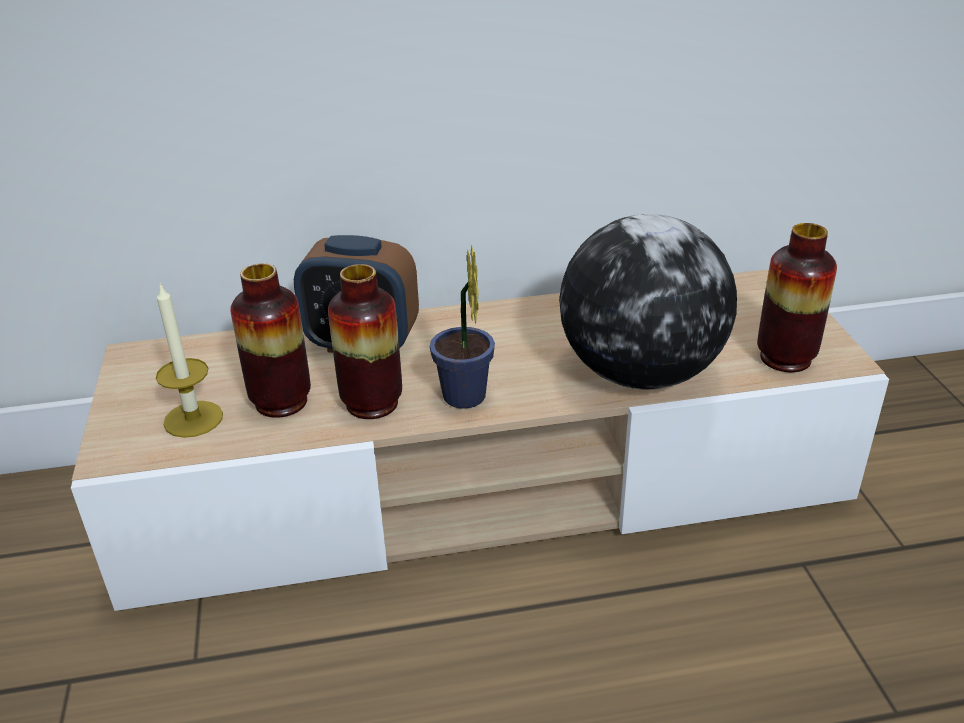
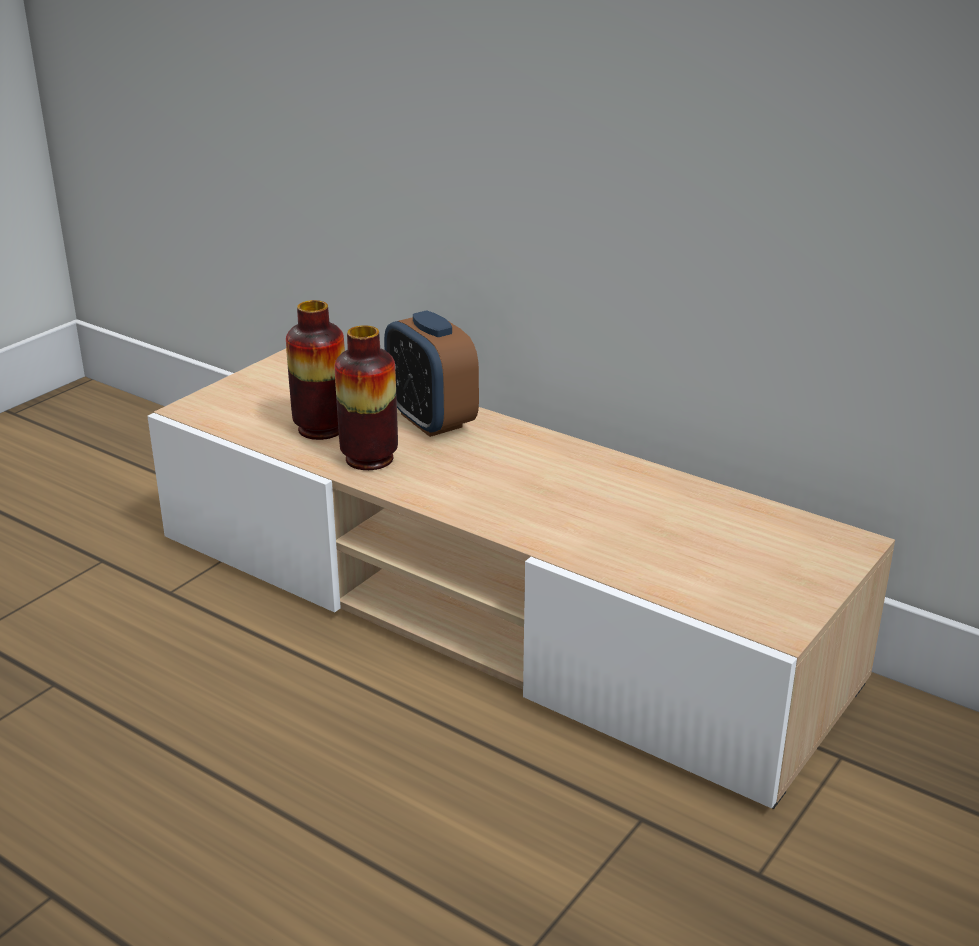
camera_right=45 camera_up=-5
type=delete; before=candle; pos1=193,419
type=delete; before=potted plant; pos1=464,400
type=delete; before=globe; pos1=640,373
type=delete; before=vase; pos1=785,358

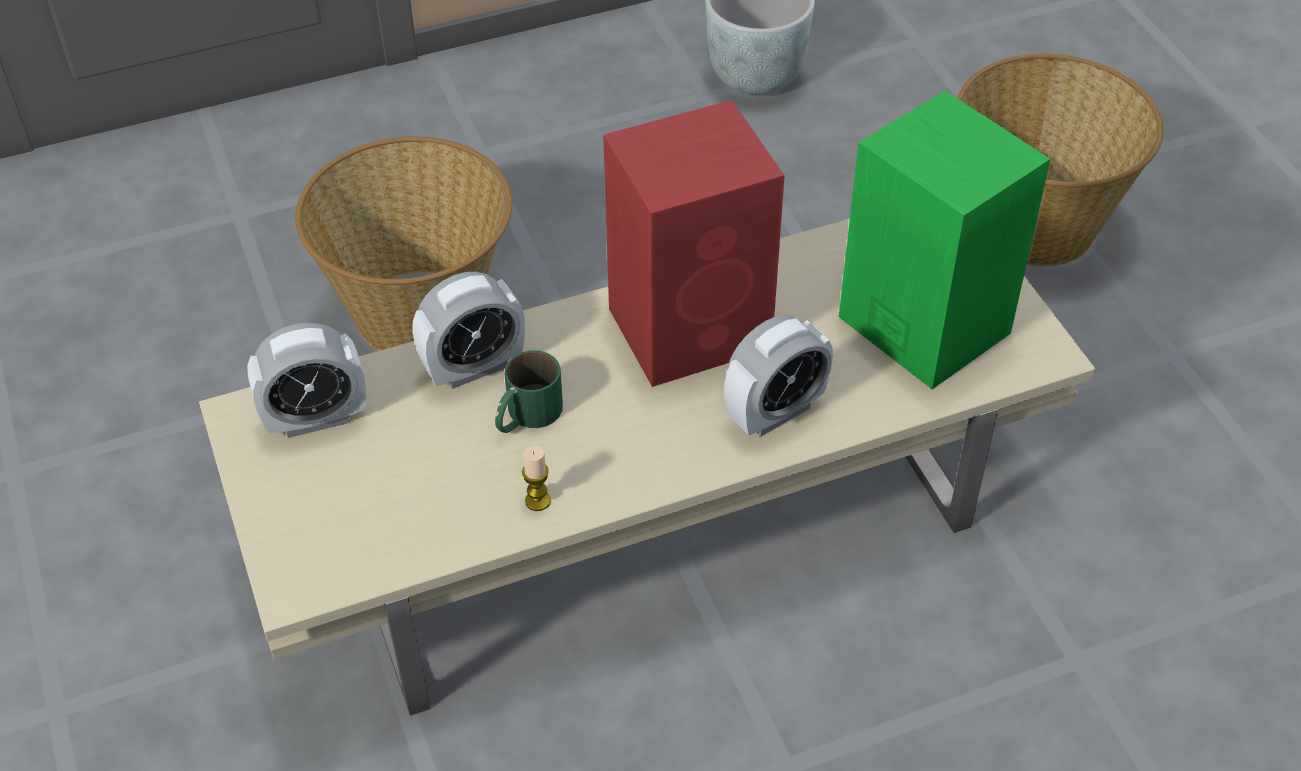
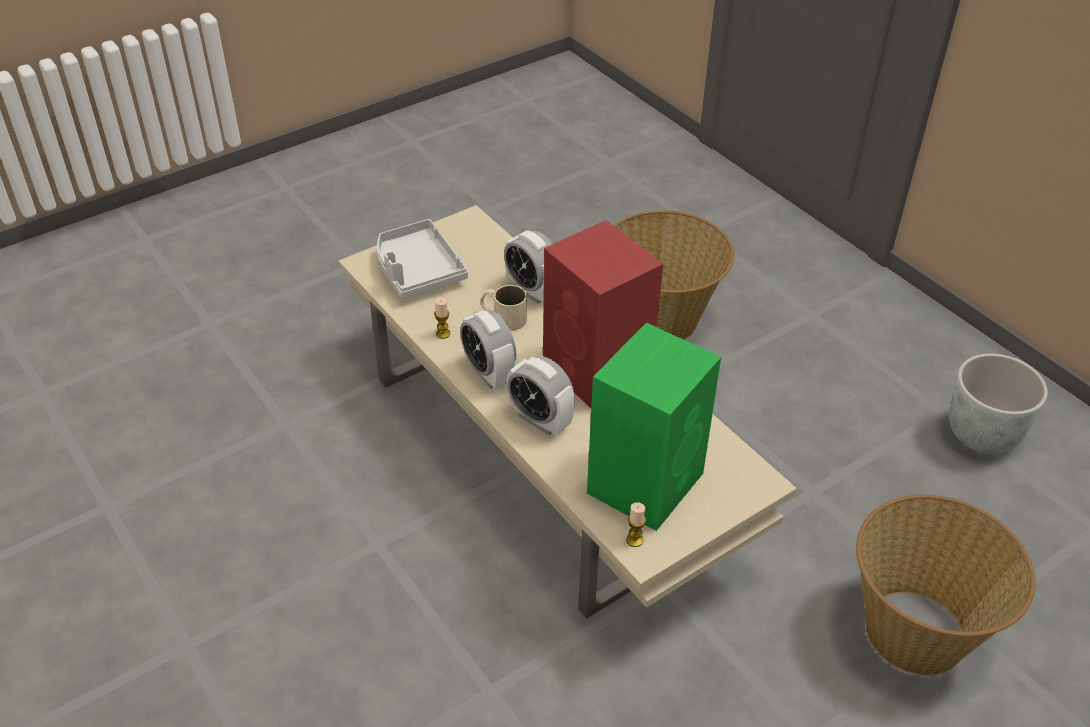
camera_right=75 camera_up=-5
type=insert; after=tray in grey; pos2=417,270
type=insert; after=candle; pos2=634,540
type=move; before=alarm clock; pos1=316,418; pos2=489,373
type=recolor; before=mug in green; after=mug in beige; pos1=526,416; pos2=503,317

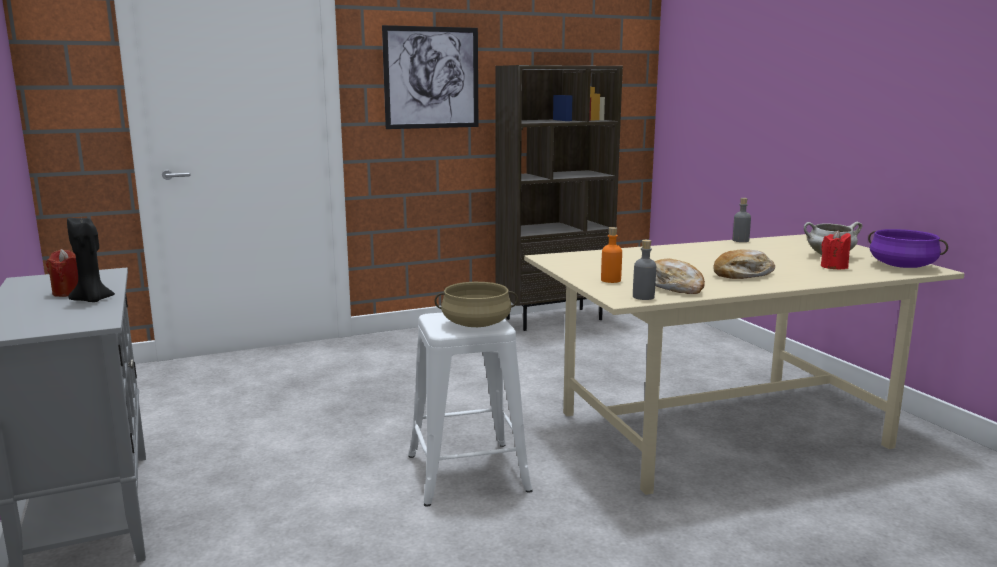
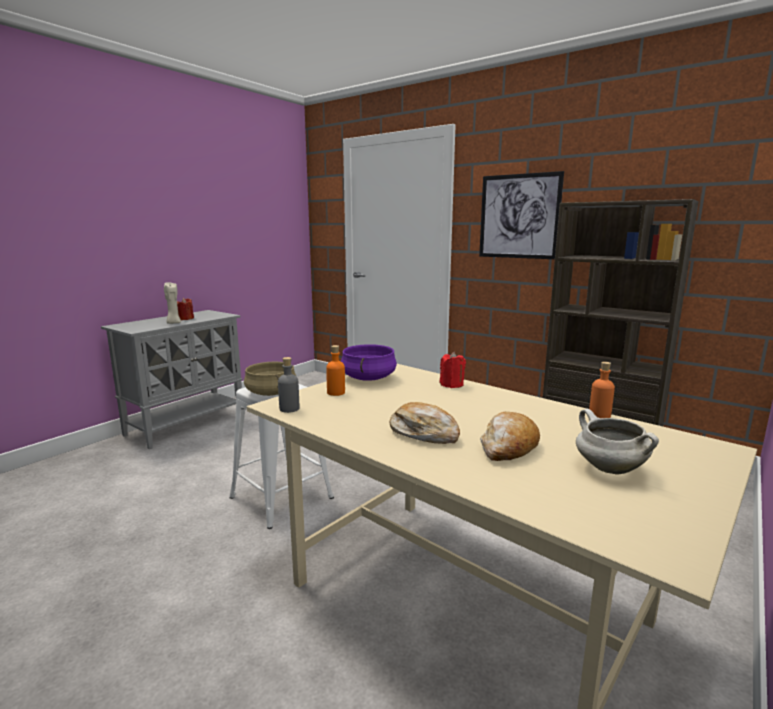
camera_right=60 camera_up=0
type=move; before=bread; pos1=674,287; pos2=508,447
type=move; before=candle in red; pos1=834,267; pos2=452,384
type=move; before=cooking pot in purple; pos1=902,266; pos2=369,378
type=recolor; before=candle in black; after=candle in beige; pos1=92,300; pos2=173,323
type=recolor; before=bottle in grey; after=bottle in orange; pos1=740,240; pos2=599,415

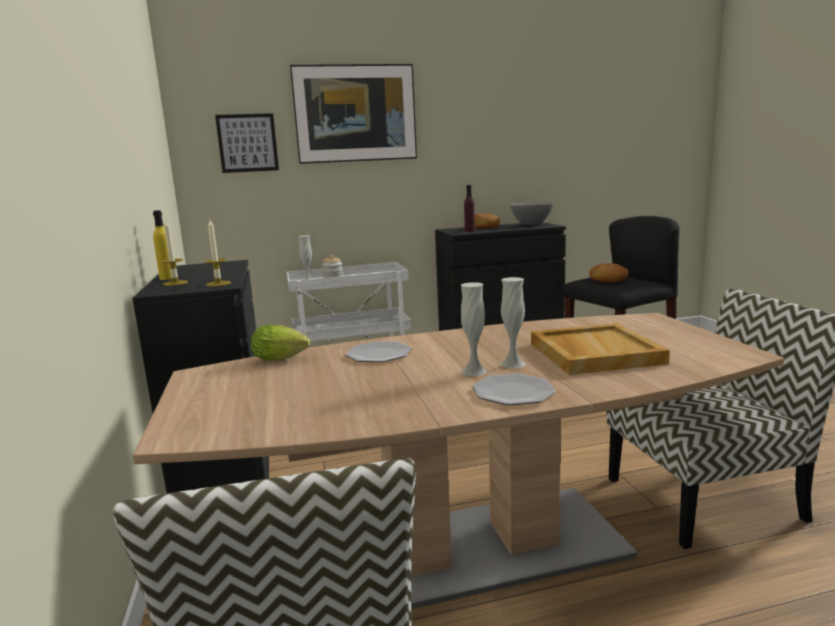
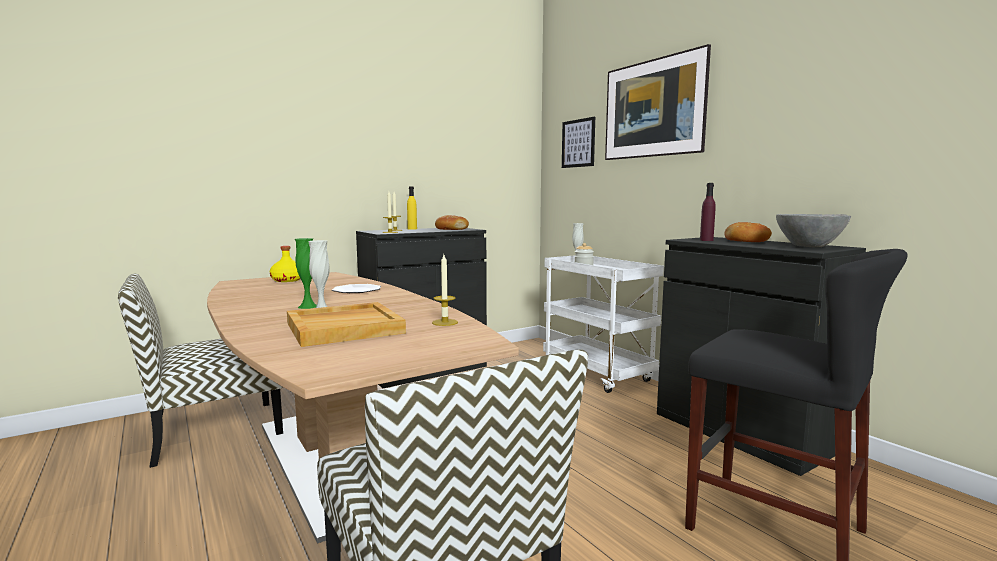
camera_right=70 camera_up=-5
type=delete; before=lettuce; pos1=283,359
type=delete; before=plate; pos1=513,392
type=insert; after=bottle in yellow; pos2=287,280
type=insert; after=candle; pos2=445,322
type=move; before=bread; pos1=608,279; pos2=451,229
type=recolor; before=vase in white; after=vase in green; pos1=474,371; pos2=308,306

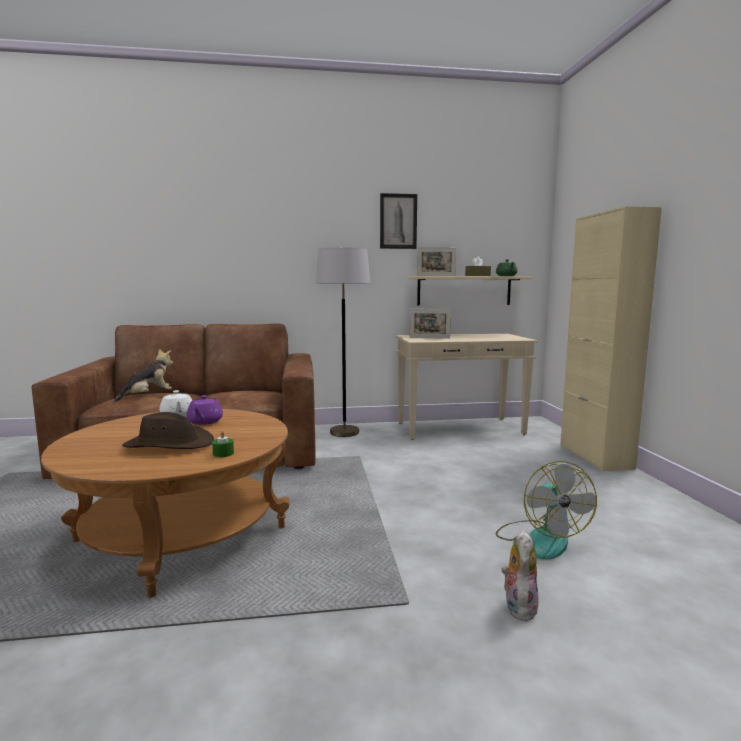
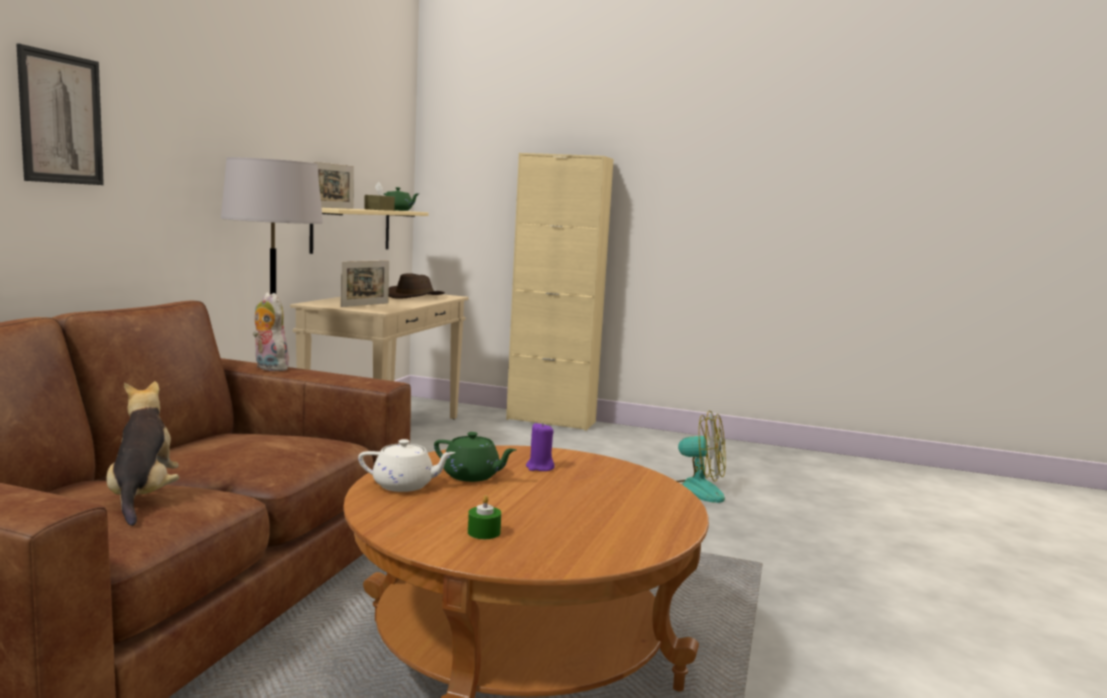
camera_right=-65 camera_up=0
type=insert; after=candle in purple; pos2=539,467
type=move; before=hat in brown; pos1=169,444; pos2=415,296
type=move; before=candle in green; pos1=223,453; pos2=484,532
type=move; before=picture; pos1=398,221; pos2=61,118
type=move; before=plush toy; pos1=518,606; pos2=268,368
type=recolor; before=teapot in purple; after=teapot in green; pos1=204,422; pos2=472,476

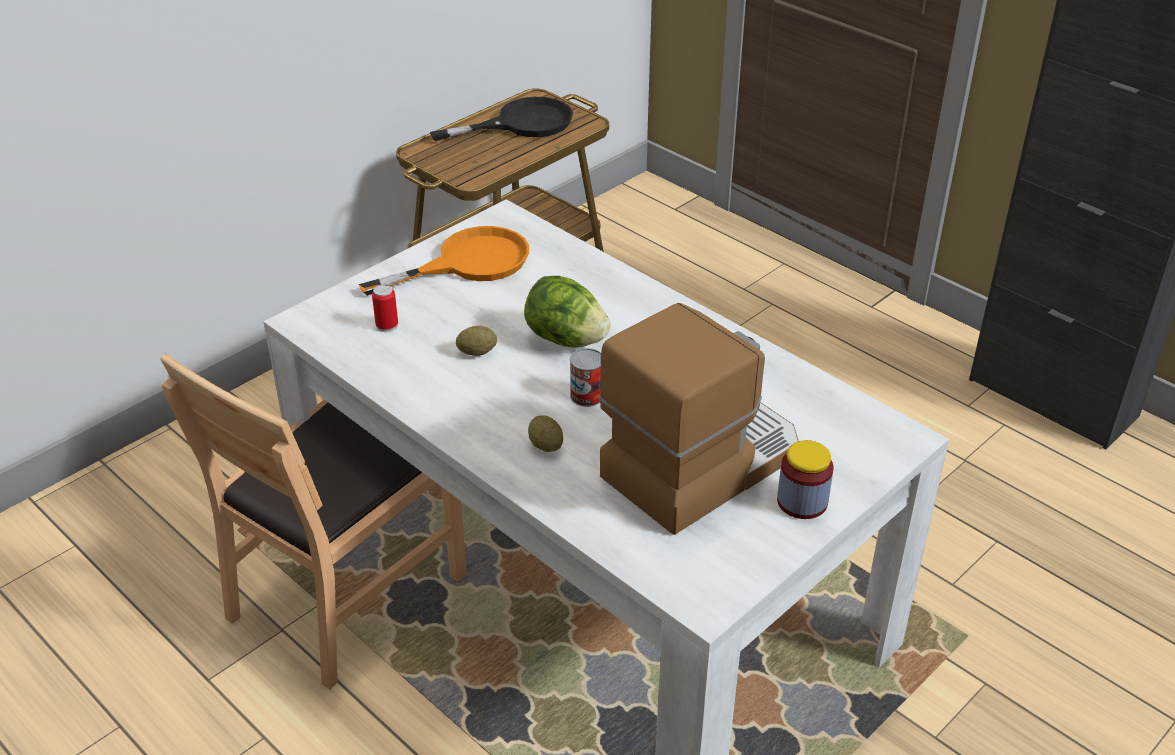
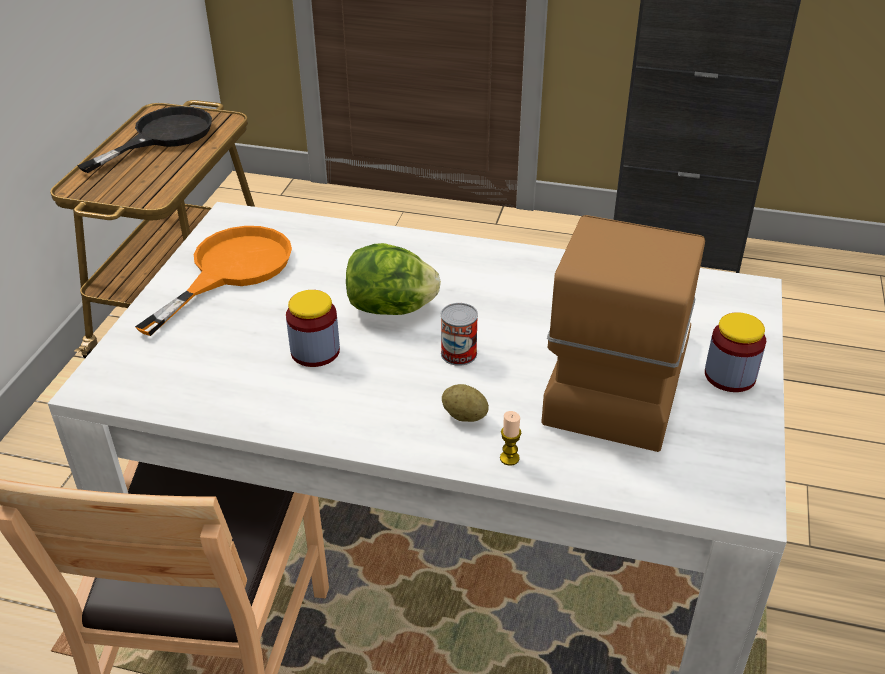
camera_right=-30 camera_up=0
type=delete; before=can; pos1=387,326
type=insert; after=candle; pos2=509,458
type=replace; before=potato; after=jar; pos1=477,352; pos2=315,351

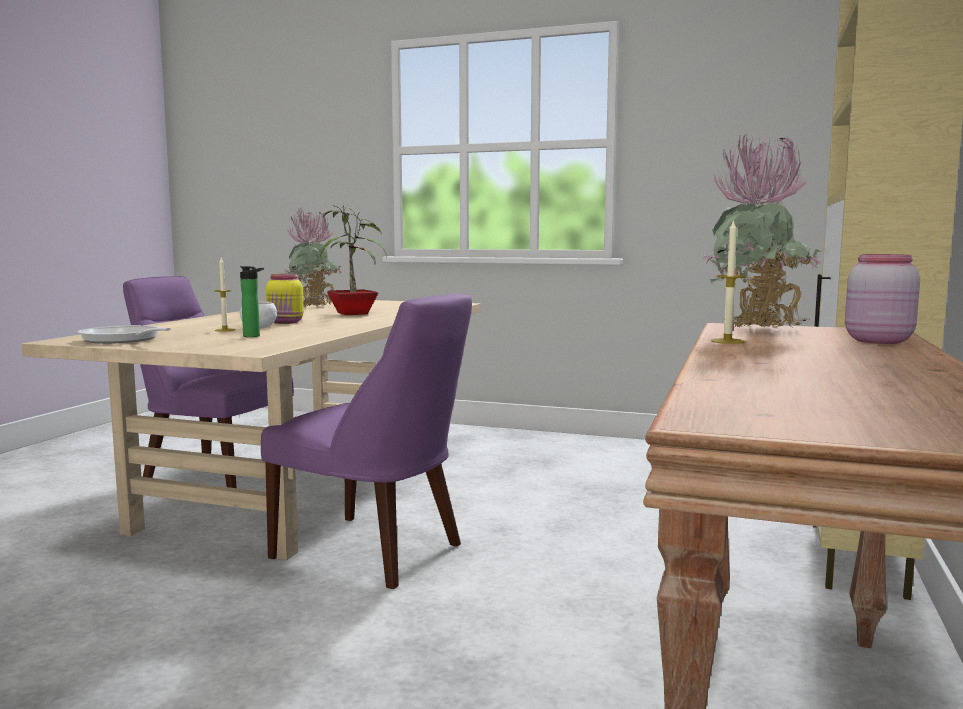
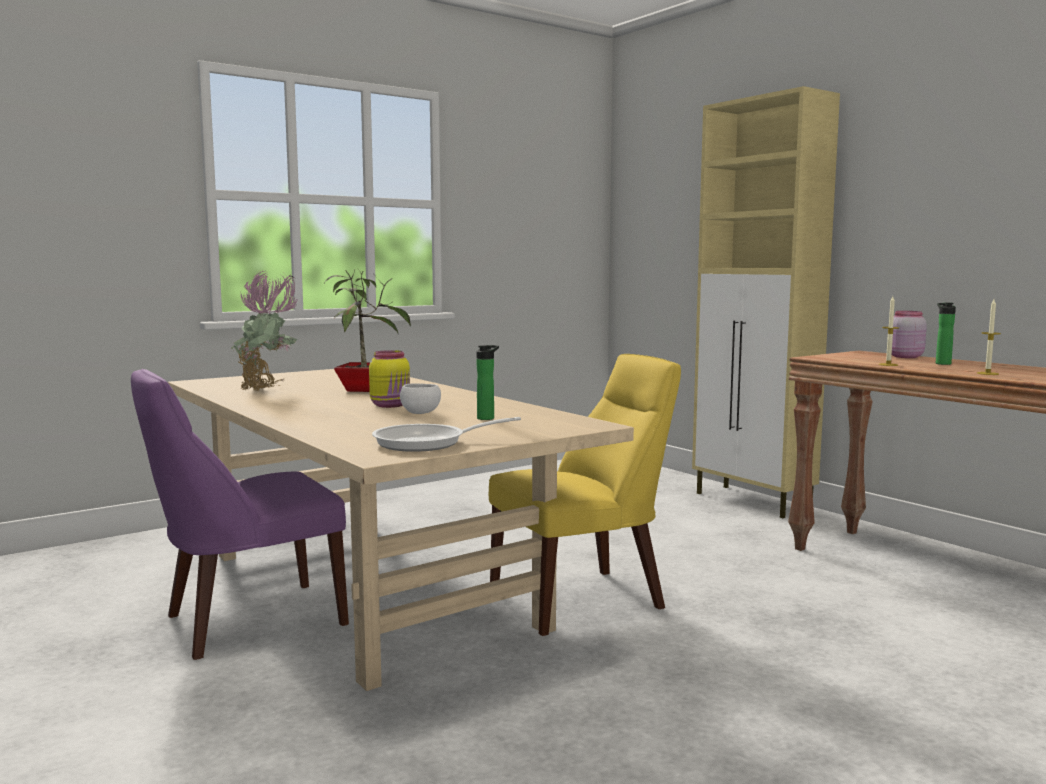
camera_right=-55 camera_up=0
type=delete; before=potted plant; pos1=758,330
type=insert; after=bottle; pos2=942,363
type=move; before=candle; pos1=224,330; pos2=987,373
type=recolor; before=chair in purple; after=chair in yellow; pos1=375,553; pos2=584,599

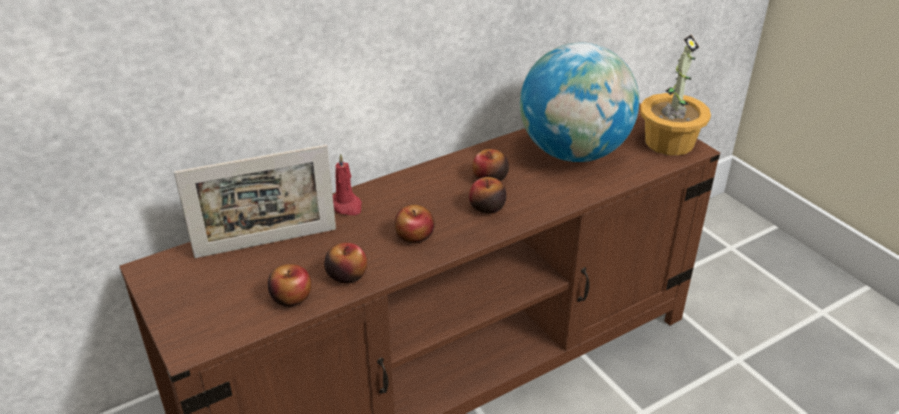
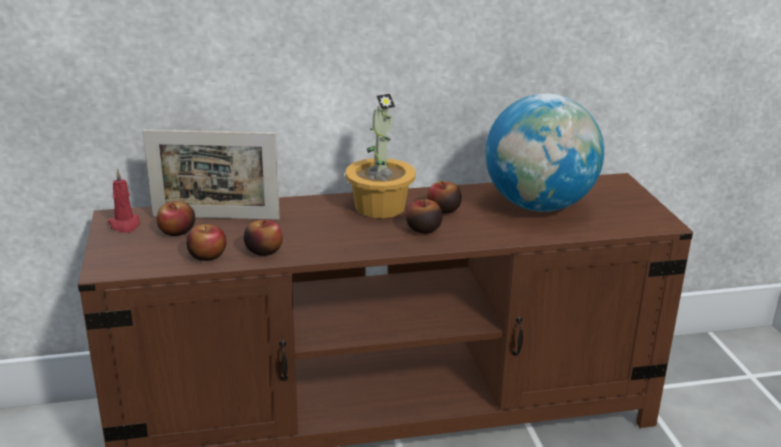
camera_right=20 camera_up=-10
type=move; before=candle in red; pos1=346,206; pos2=125,225
type=move; before=apple; pos1=415,236; pos2=177,231
type=move; before=potted plant; pos1=668,142; pos2=379,206

